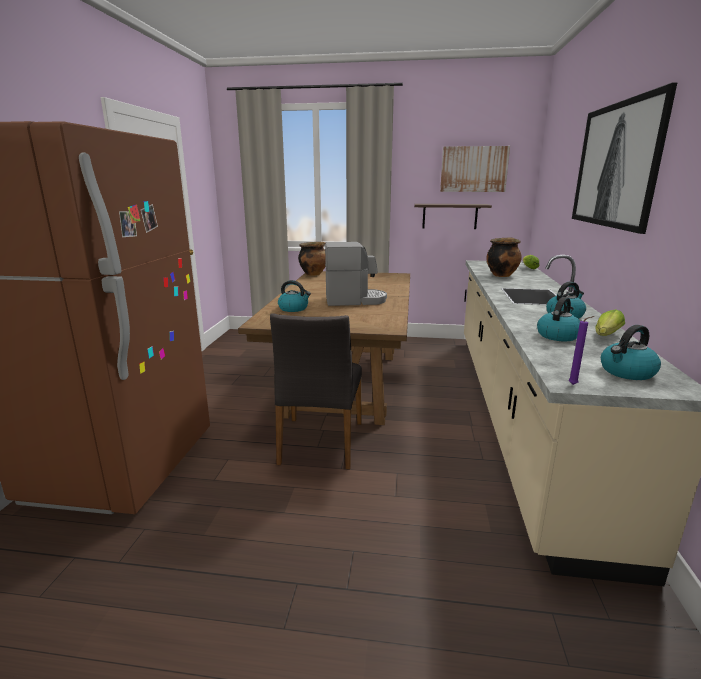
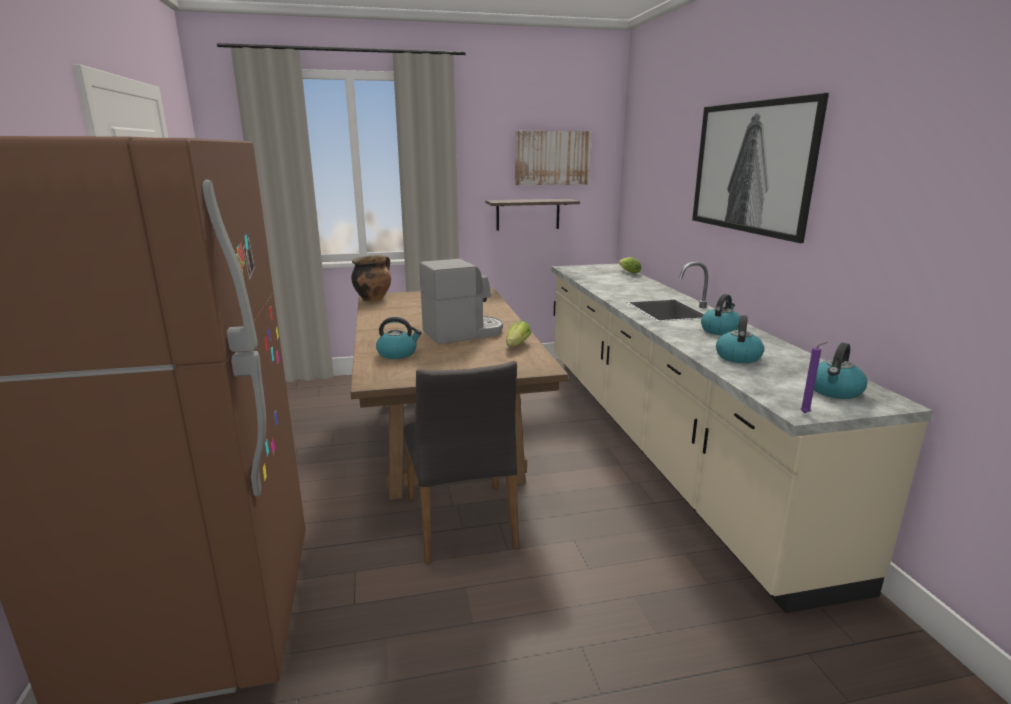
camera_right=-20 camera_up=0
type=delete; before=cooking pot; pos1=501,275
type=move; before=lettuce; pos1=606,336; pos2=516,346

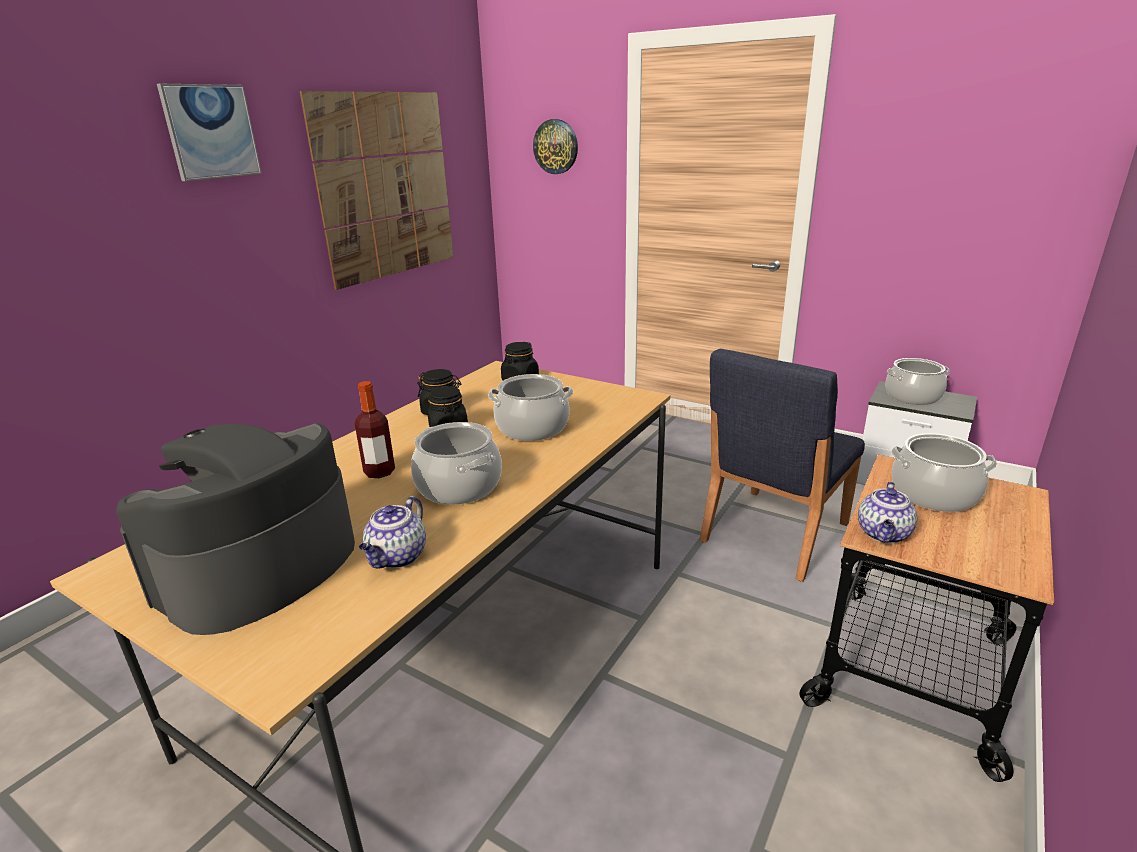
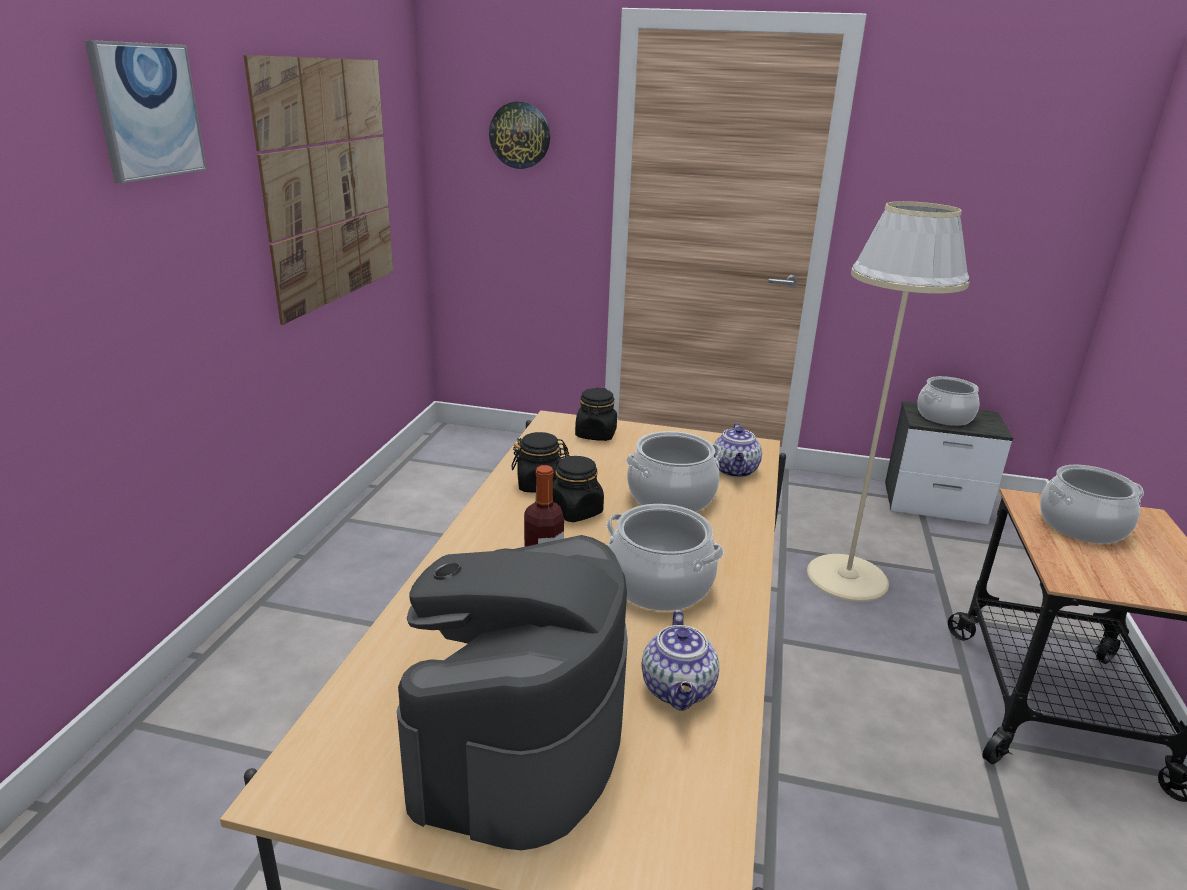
camera_right=-20 camera_up=0
type=move; before=teapot; pos1=884,534; pos2=735,471
type=replace; before=chair in blue; after=floor lamp in beige; pos1=773,532; pos2=846,577

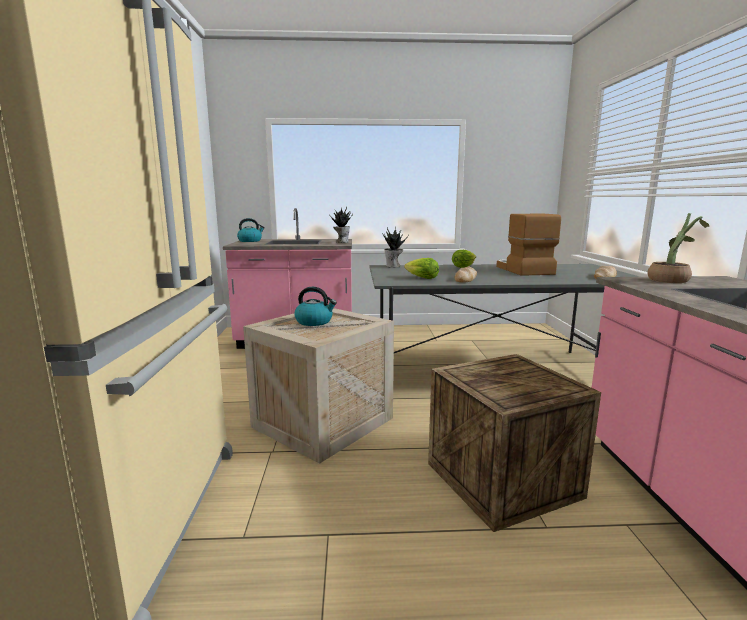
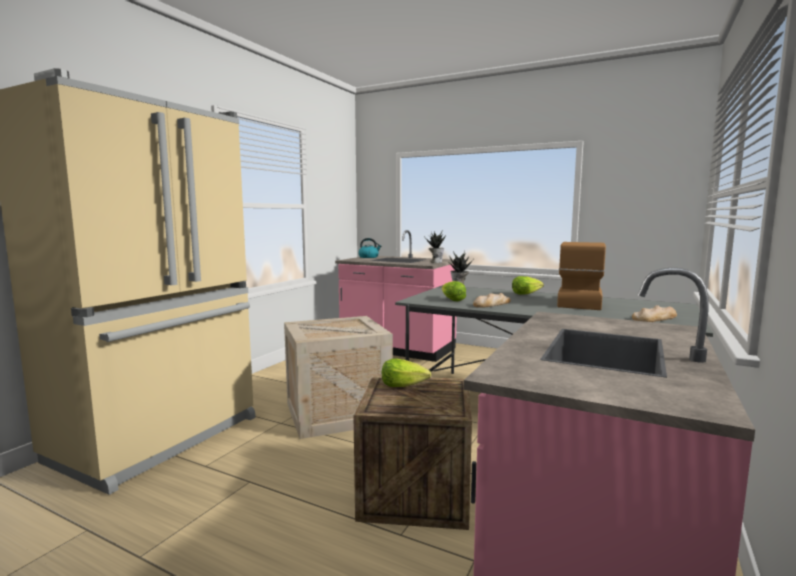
camera_right=30 camera_up=-5
type=delete; before=kettle; pos1=314,322
type=delete; before=potted plant; pos1=672,280
type=insert; after=lettuce; pos2=403,385

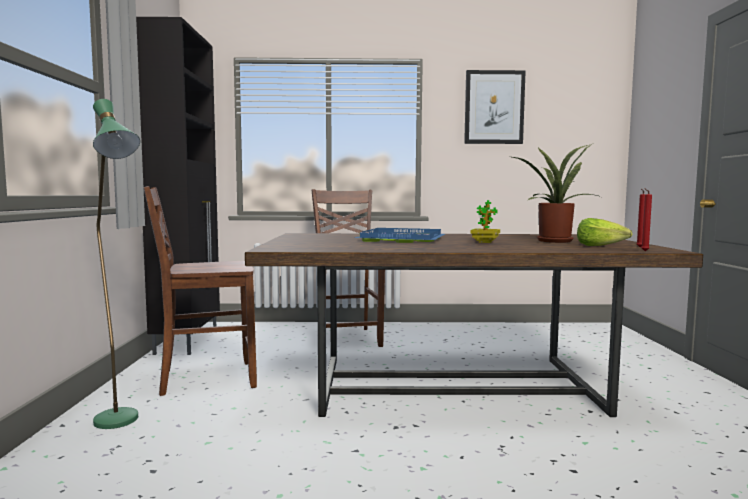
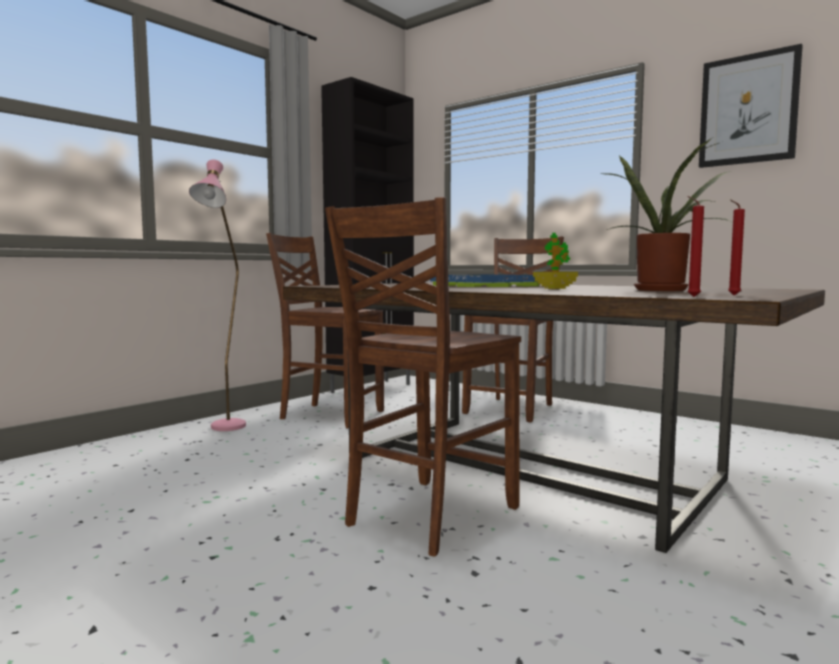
camera_right=40 camera_up=0
type=delete; before=lettuce; pos1=600,246
type=insert; after=chair in brown; pos2=428,516
type=recolor; before=floor lamp in green; after=floor lamp in pink; pos1=122,425; pos2=225,430

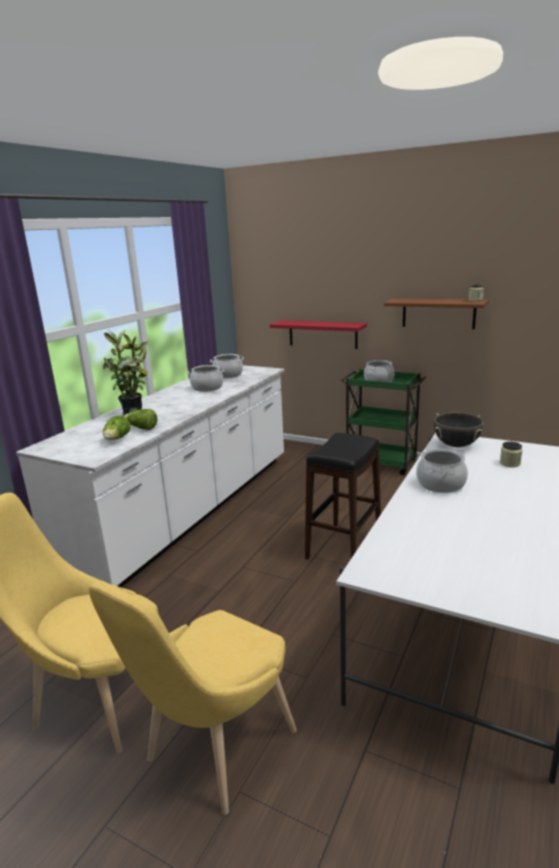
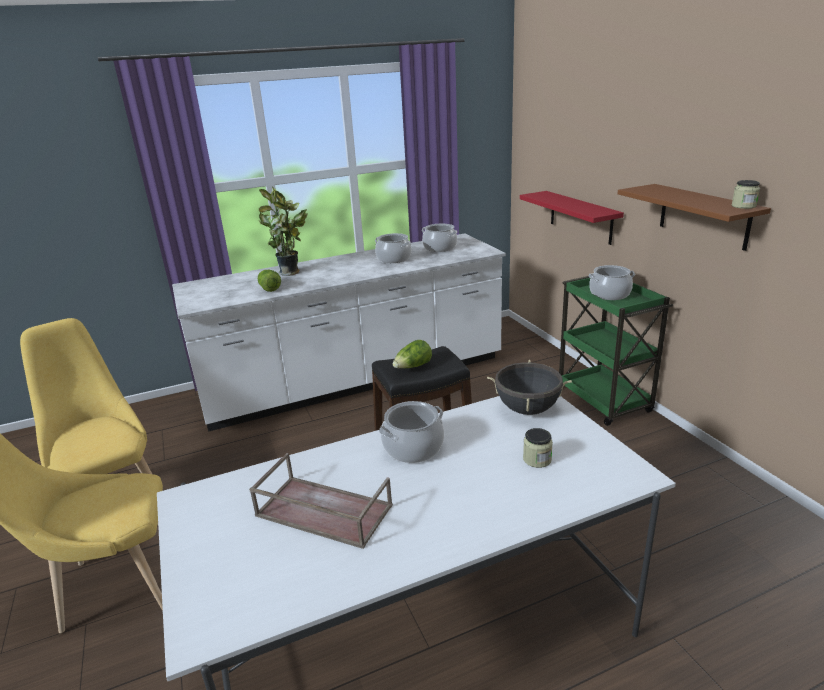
camera_right=40 camera_up=5
type=insert; after=tray in brown; pos2=322,511
type=move; before=lettuce; pos1=117,439; pos2=413,367

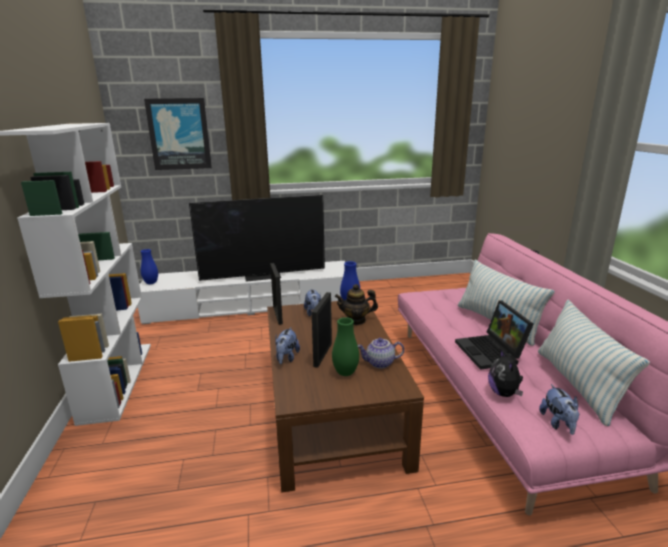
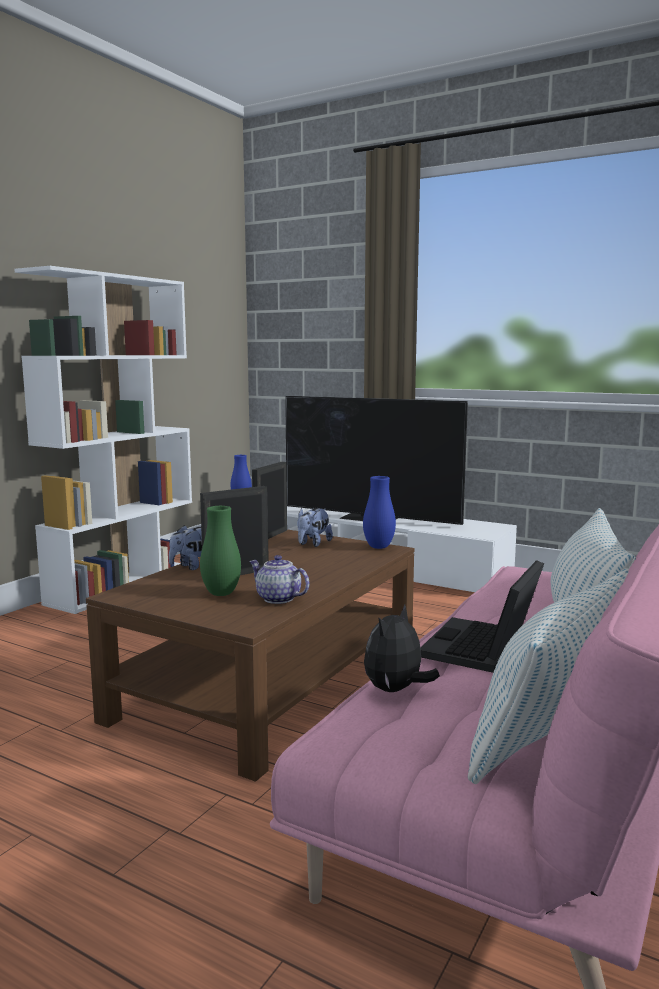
camera_right=40 camera_up=-10
type=delete; before=picture; pos1=179,134
type=delete; before=teapot; pos1=356,320
type=delete; before=plush toy; pos1=558,423

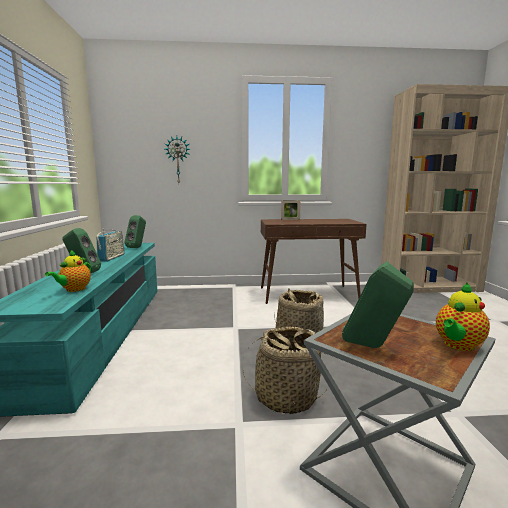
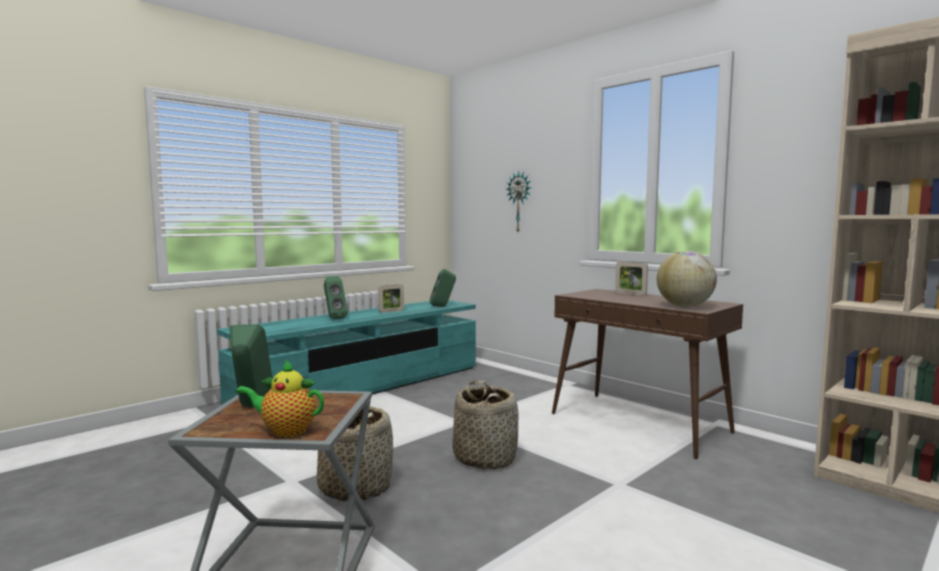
camera_right=50 camera_up=-5
type=delete; before=teapot; pos1=74,289
type=insert; after=globe; pos2=684,306
type=replace; before=radio; after=picture frame; pos1=111,258; pos2=391,311

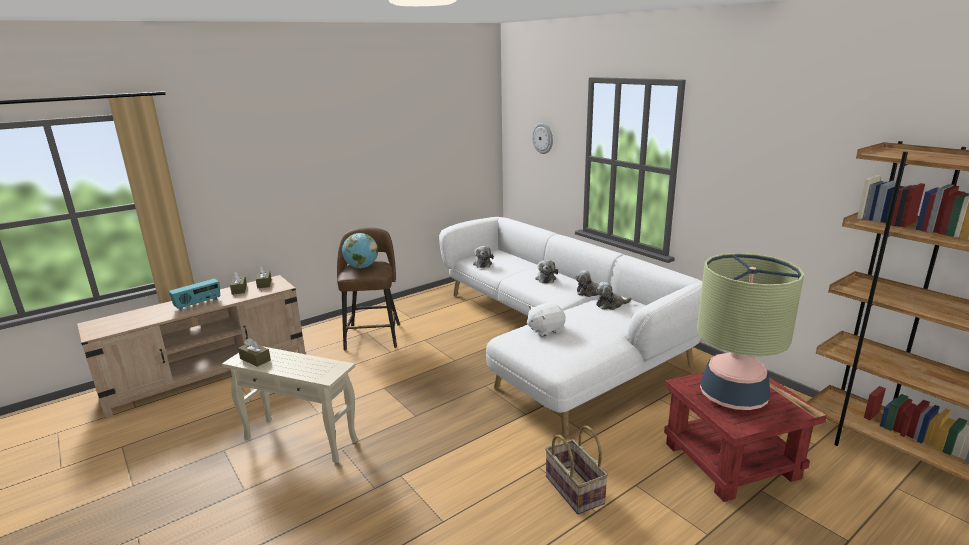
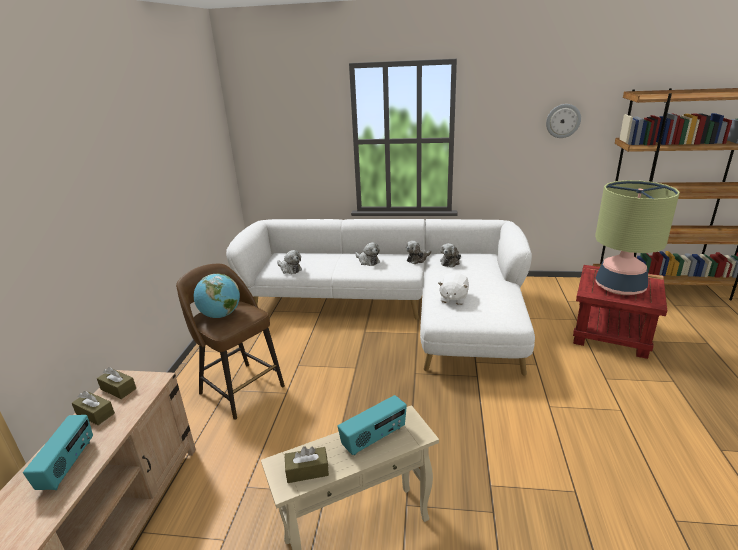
camera_right=-45 camera_up=5
type=delete; before=basket; pos1=573,490
type=insert; after=radio; pos2=374,438
type=move; before=wall clock; pos1=543,138; pos2=563,121

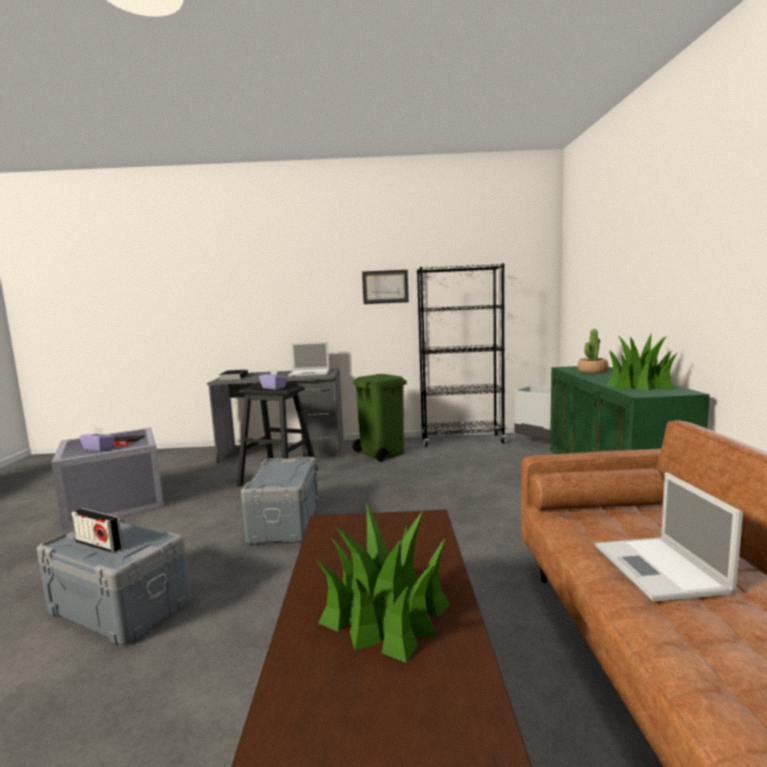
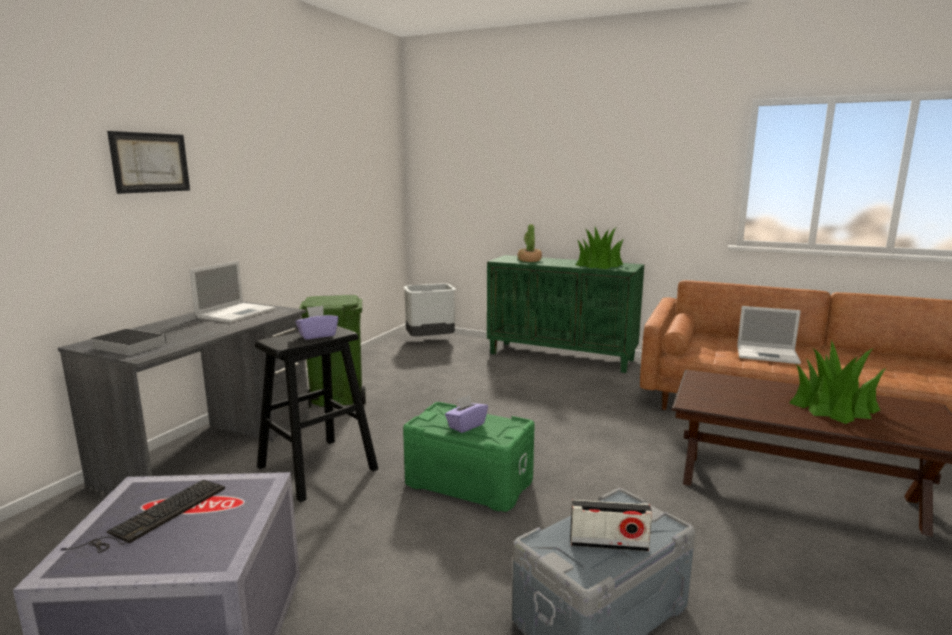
camera_right=-65 camera_up=5
type=delete; before=bookcase in black; pos1=462,441
type=move; before=tissue box in purple; pos1=99,449; pos2=466,426
type=move; before=picture; pos1=385,287; pos2=150,162
type=recolor; before=storage box in grey; after=storage box in green; pos1=286,521; pos2=469,482
type=rotate; before=radio; pos1=99,545; pos2=608,544; turn=45

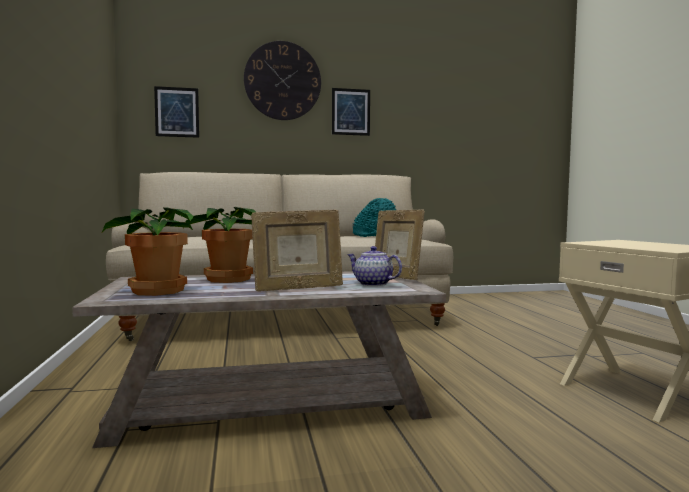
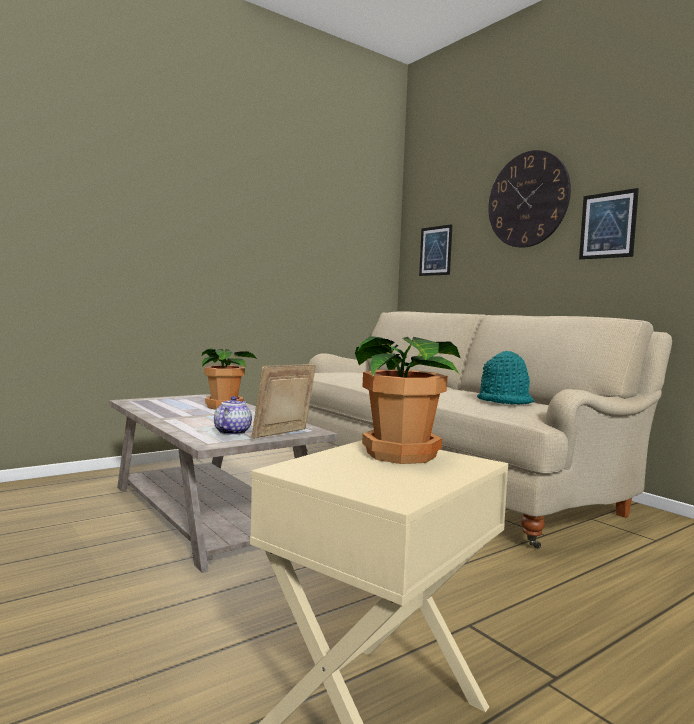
camera_right=65 camera_up=0
type=delete; before=picture frame; pos1=298,289
type=move; before=potted plant; pos1=156,291; pos2=400,454

